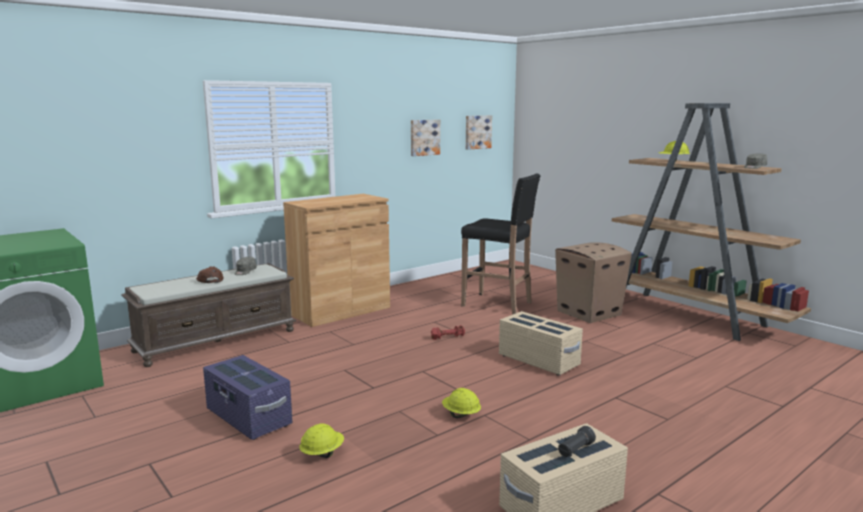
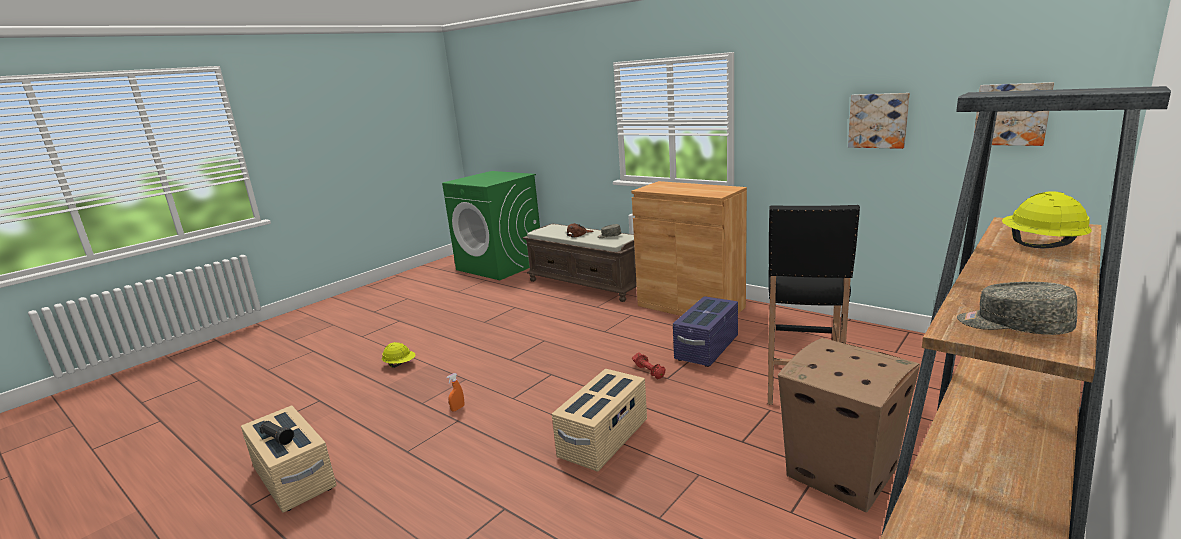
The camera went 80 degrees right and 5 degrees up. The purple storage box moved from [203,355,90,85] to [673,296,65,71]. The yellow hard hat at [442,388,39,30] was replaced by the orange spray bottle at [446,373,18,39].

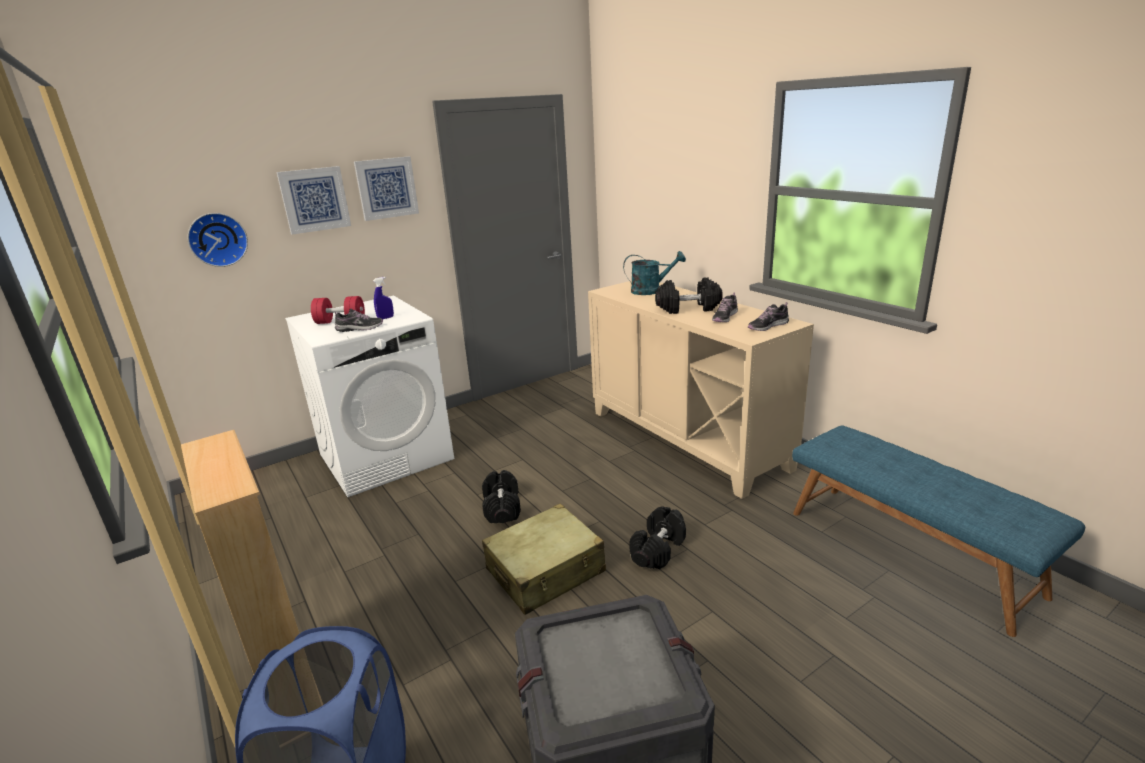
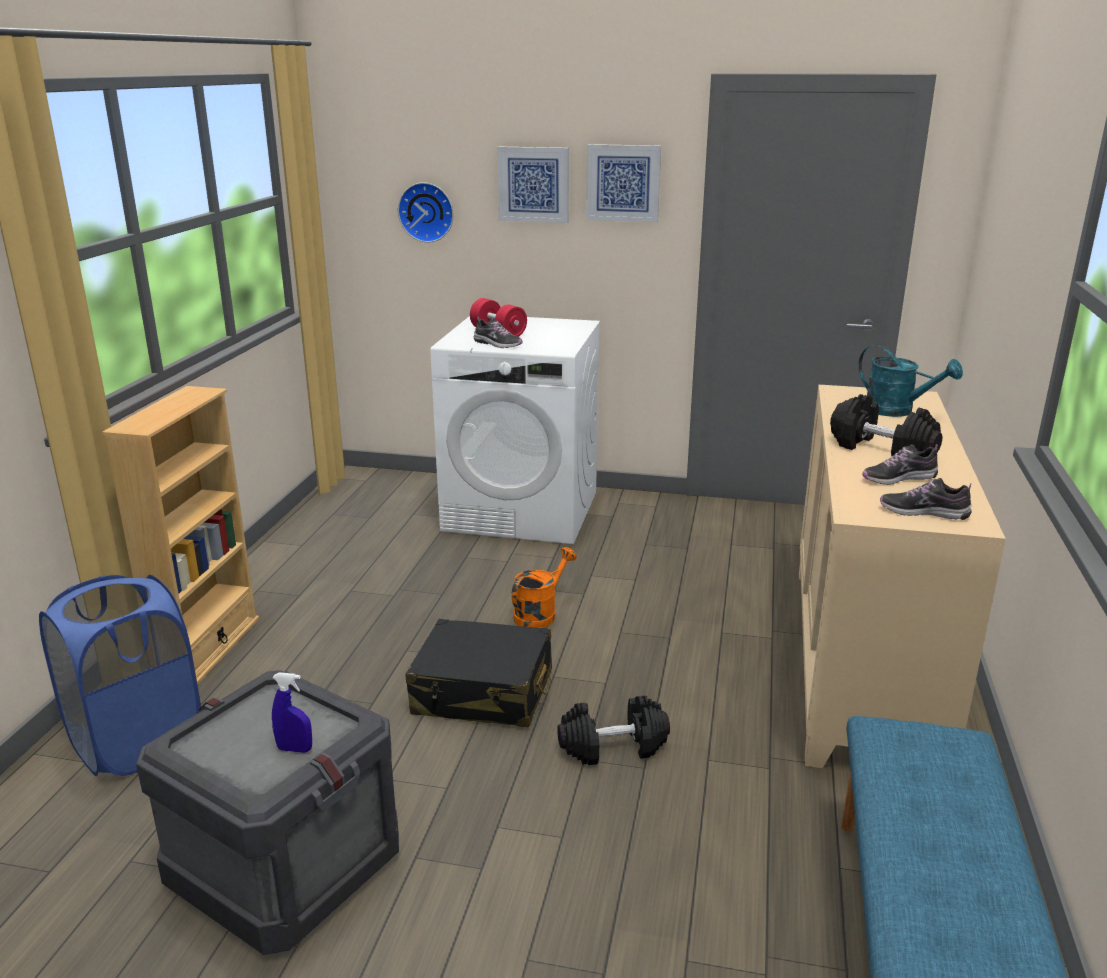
The camera went 45 degrees right and 0 degrees up. The blue spray bottle moved from [373,277,21,42] to [272,672,40,81]. The black dumbbell at [482,470,39,53] was replaced by the orange watering can at [512,547,65,81]. The beige suitcase at [482,504,124,111] became the black suitcase at [406,619,146,108].

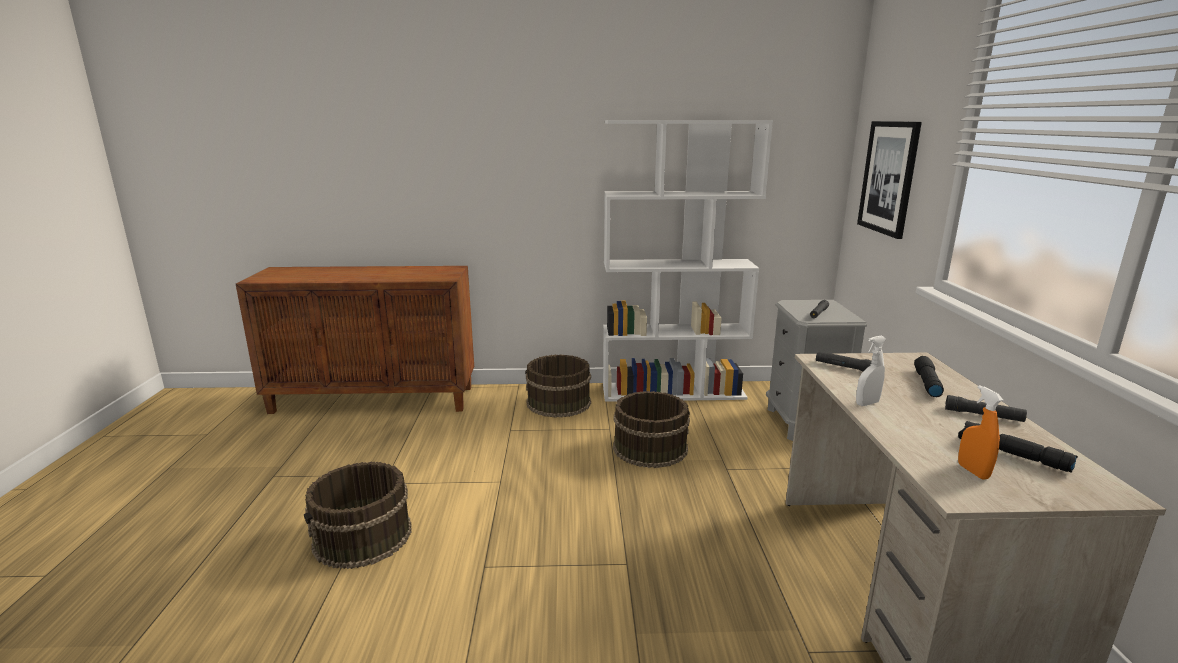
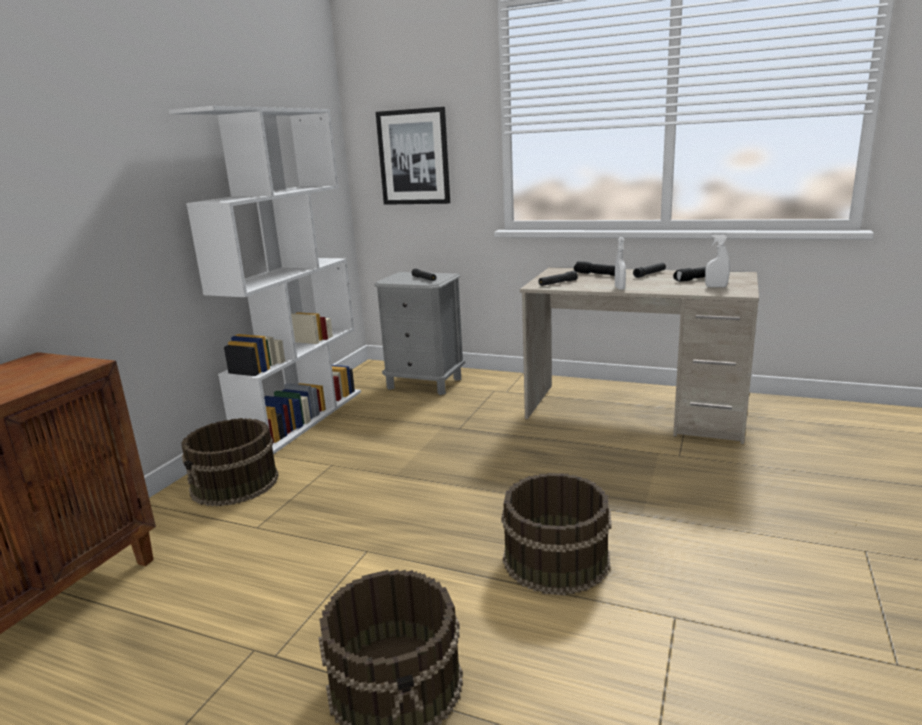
The camera went 65 degrees left and 0 degrees up. The brown bucket moved from [613,391,77,77] to [501,473,110,122]. The orange spray bottle at [958,385,45,95] became the white spray bottle at [705,235,25,52].

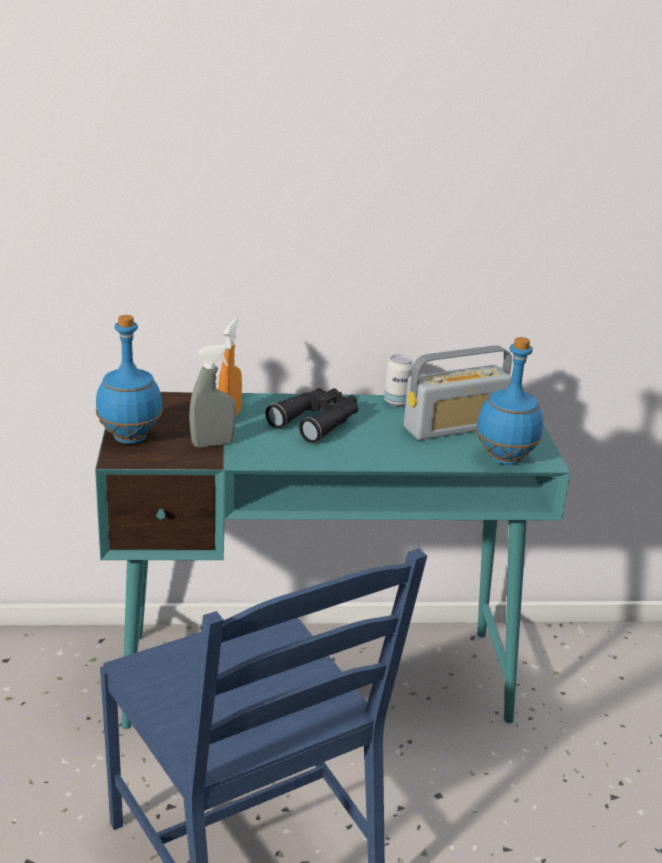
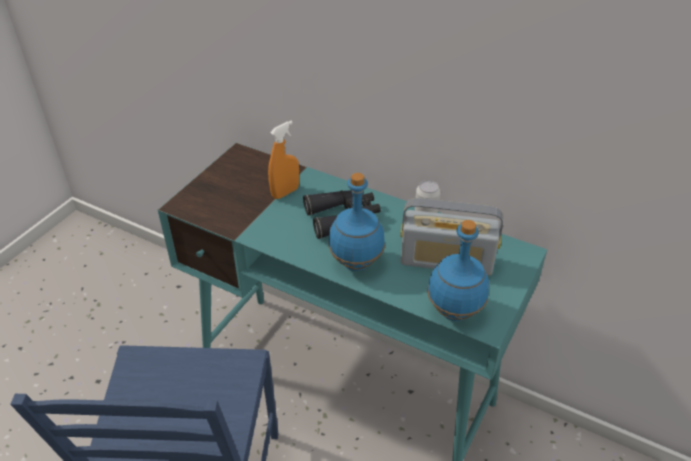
The camera went 35 degrees right and 15 degrees up. The grey spray bottle at [189,344,47,104] disappeared. The blue bottle moved from [96,315,67,129] to [329,173,56,98].

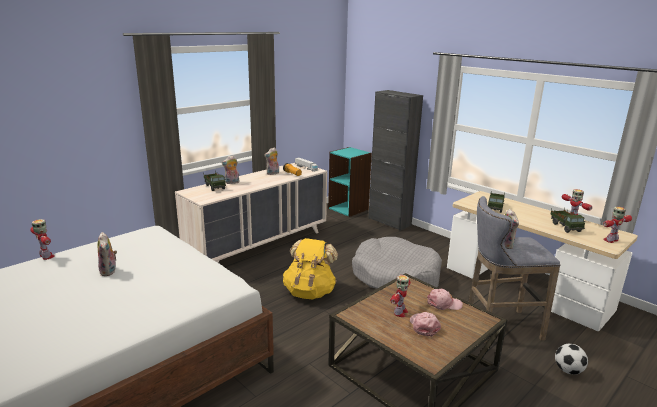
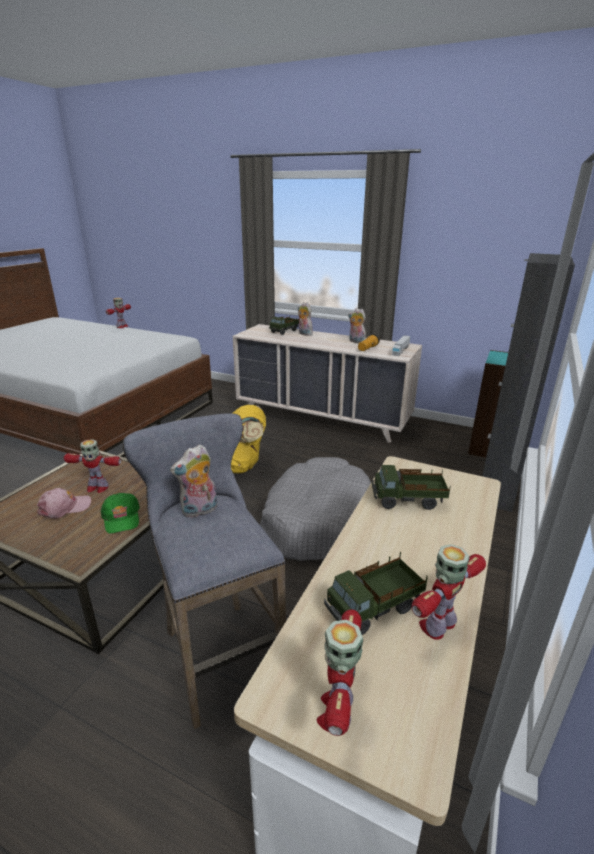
The camera went 70 degrees right and 5 degrees up. The plush toy at [97,232,20,44] disappeared. The football at [555,344,33,30] disappeared. The pink cap at [427,289,36,21] became the green cap at [100,493,40,41]. The toy robot at [603,207,29,36] turned 120 degrees counterclockwise.

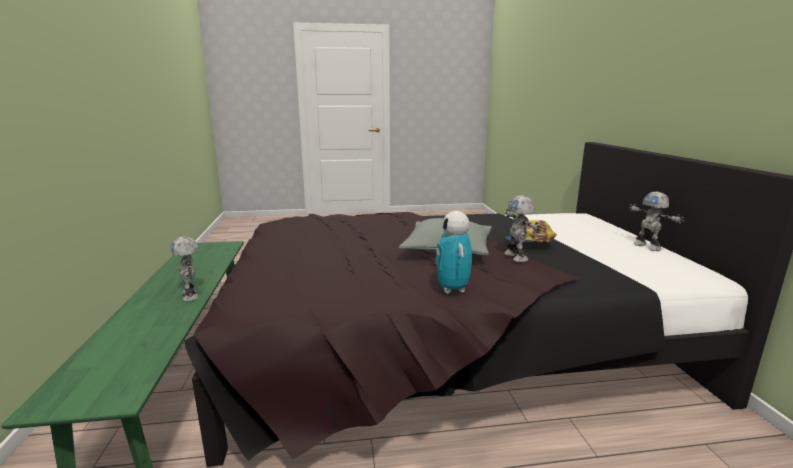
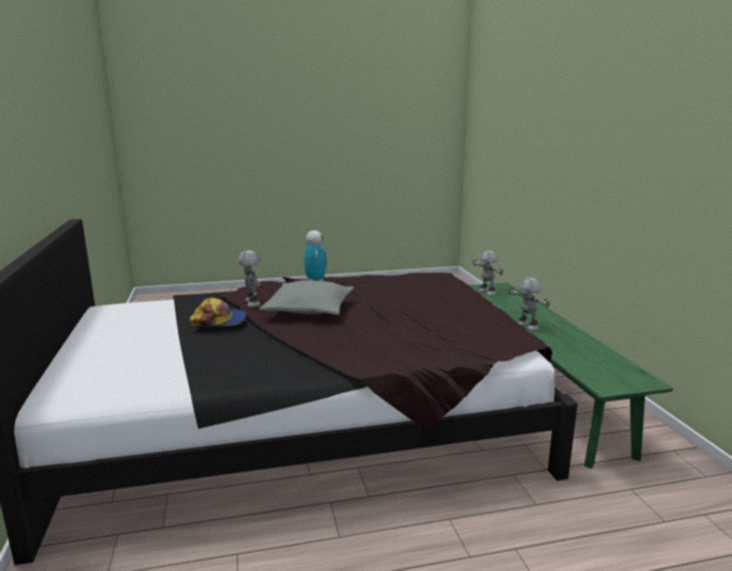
The camera went 175 degrees right and 0 degrees up. The toy robot moved from [629,192,55,59] to [472,250,31,45].

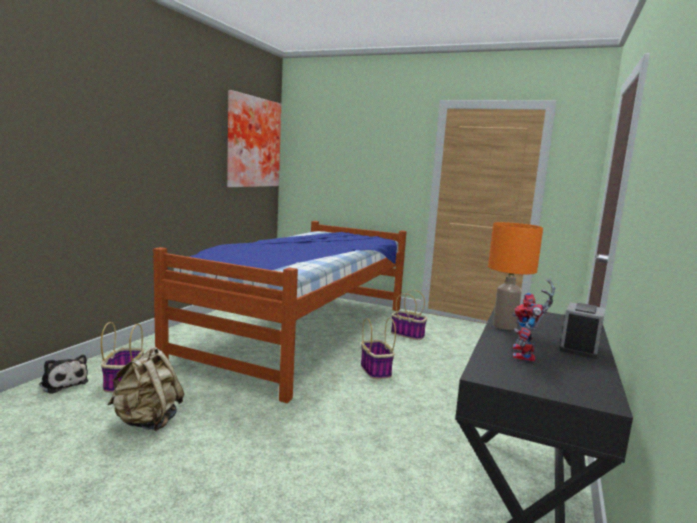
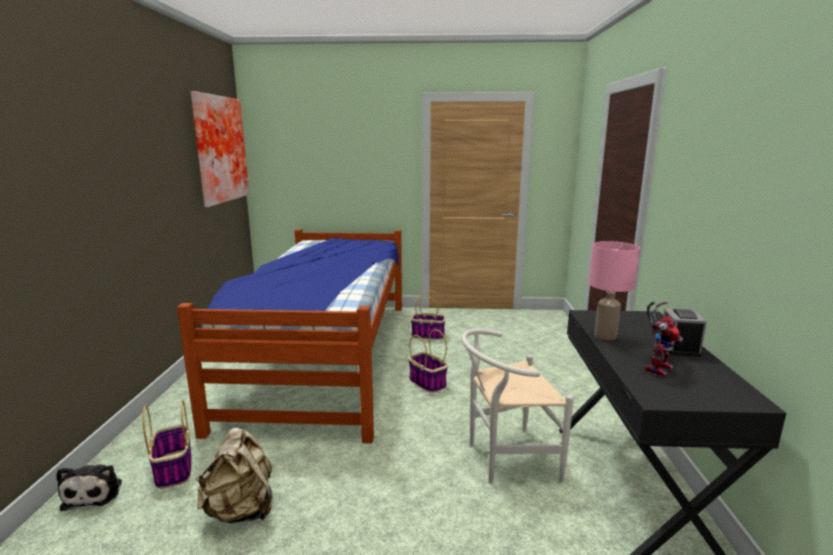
The camera went 20 degrees left and 5 degrees up. The white chair at [461,329,113,155] appeared. The orange table lamp at [488,222,55,108] became the pink table lamp at [589,241,51,99]. The plush toy at [39,355,49,39] turned 60 degrees clockwise. The toy robot at [513,279,42,83] turned 135 degrees counterclockwise.

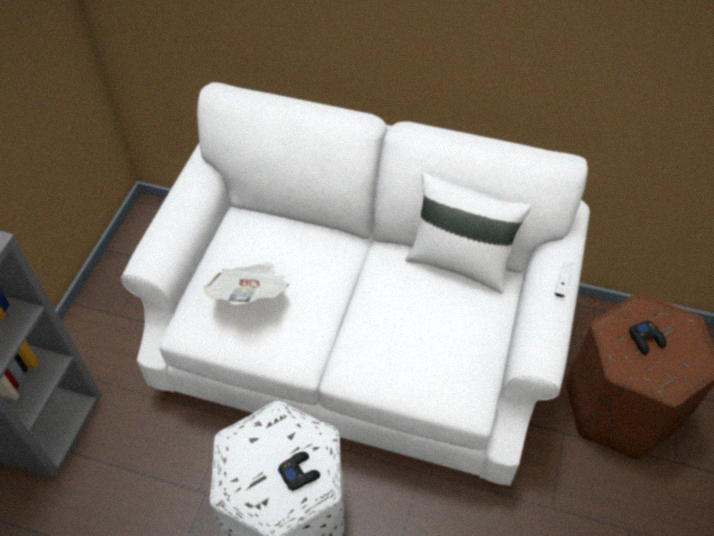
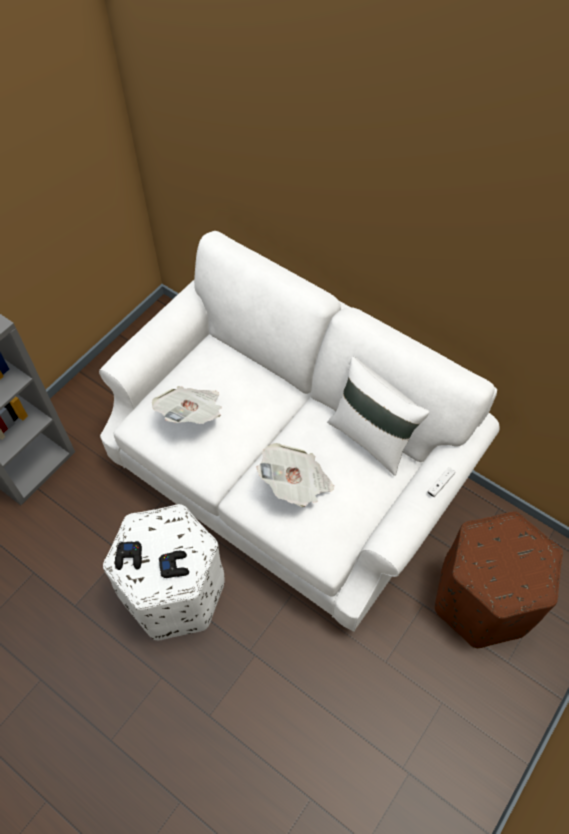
The camera went 20 degrees right and 5 degrees up. The newspaper at [257,443,77,64] appeared. The black game controller moved from [629,320,37,35] to [115,541,27,29].

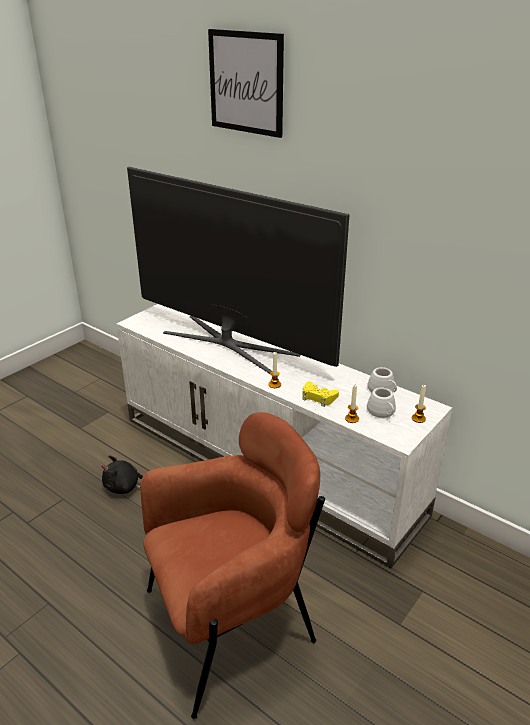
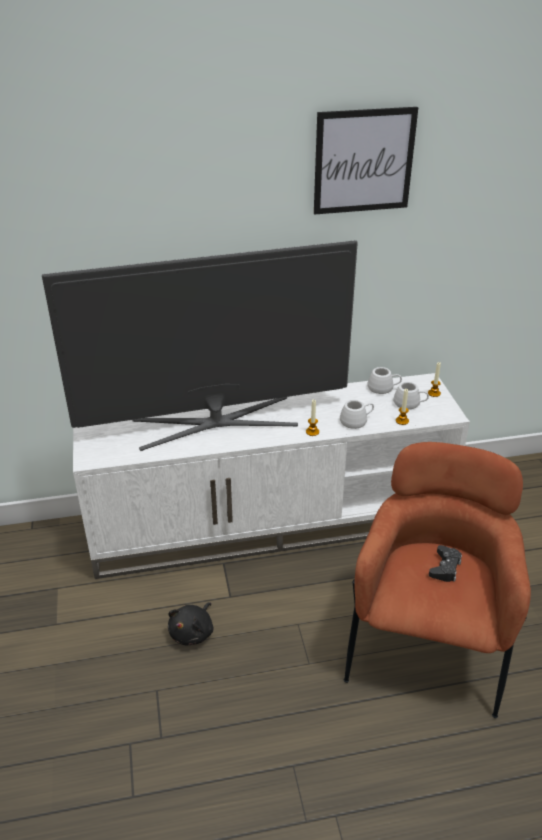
The camera went 50 degrees left and 5 degrees up. The black game controller at [429,545,33,37] appeared. The picture moved from [208,29,76,109] to [314,107,104,108]. The yellow game controller at [302,382,37,25] was replaced by the white mug at [340,400,34,29].

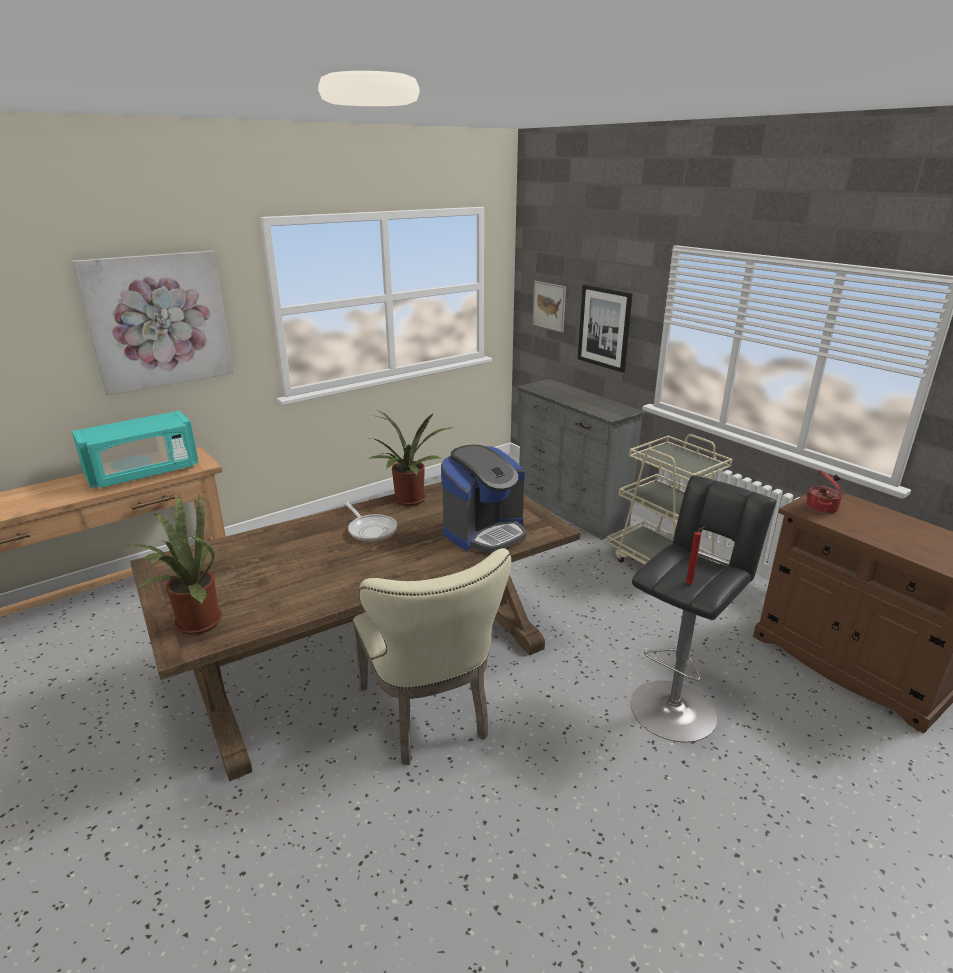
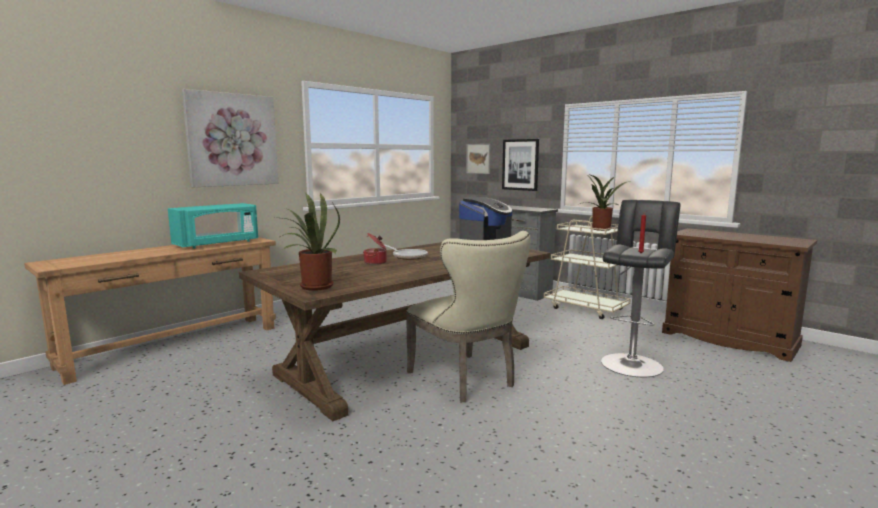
The camera went 10 degrees left and 15 degrees down. The potted plant moved from [366,410,85,96] to [579,174,52,57]. The cooking pot moved from [806,469,38,45] to [363,233,24,32].

